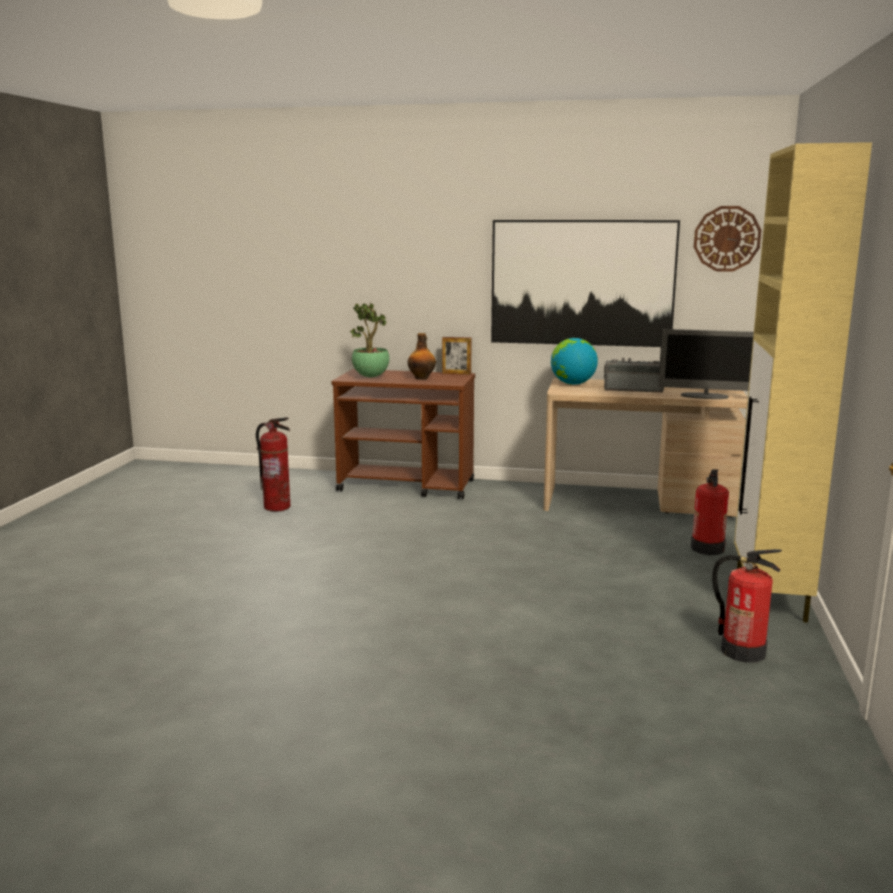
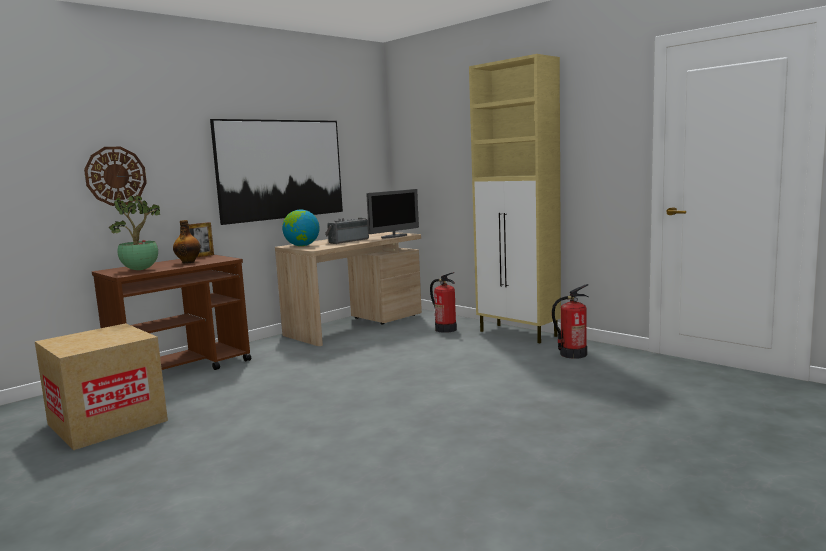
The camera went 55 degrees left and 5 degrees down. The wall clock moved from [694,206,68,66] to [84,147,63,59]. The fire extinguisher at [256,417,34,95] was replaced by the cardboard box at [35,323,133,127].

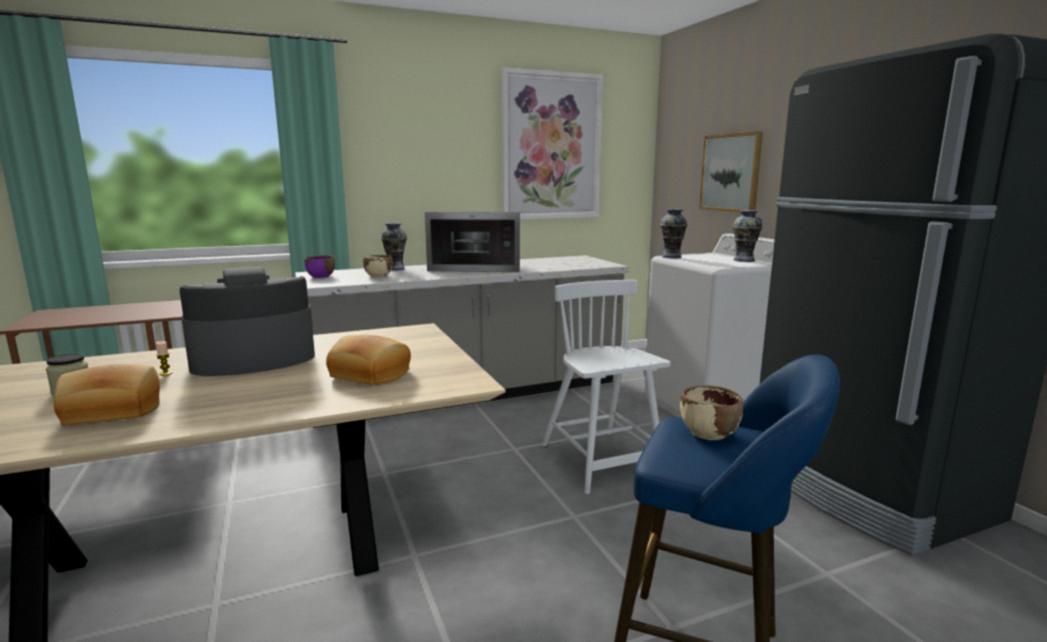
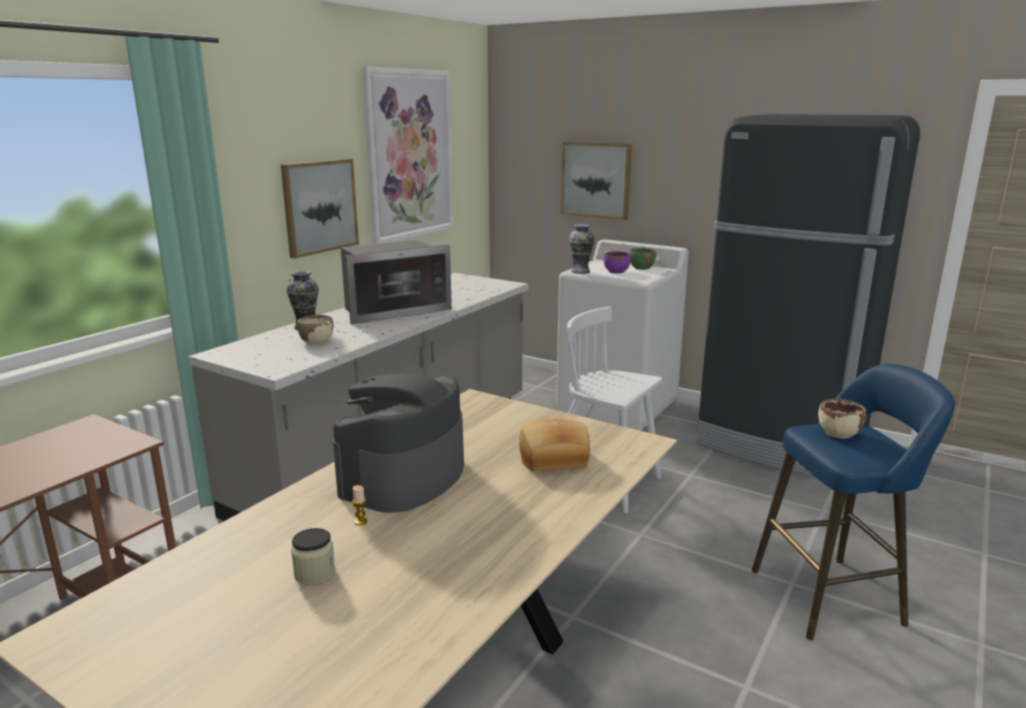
The camera went 35 degrees left and 5 degrees up. The bread at [54,364,106,62] disappeared. The picture at [281,159,78,100] appeared. The purple bowl moved from [304,255,31,23] to [604,251,27,23]. The vase at [732,210,30,52] was replaced by the green bowl at [629,248,27,22].

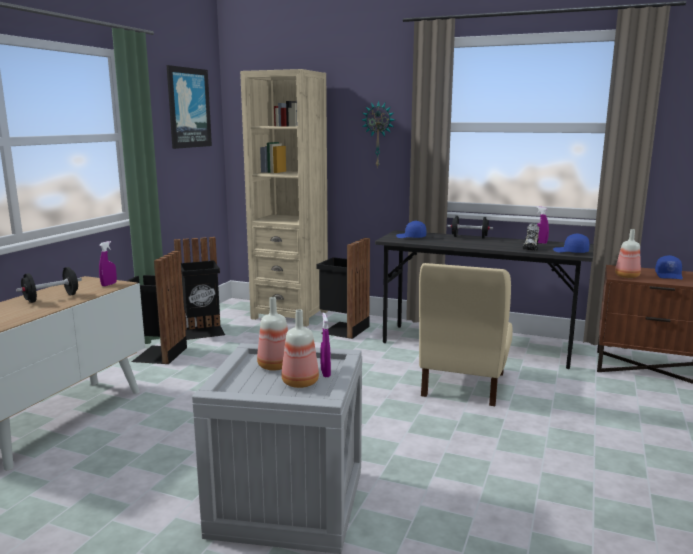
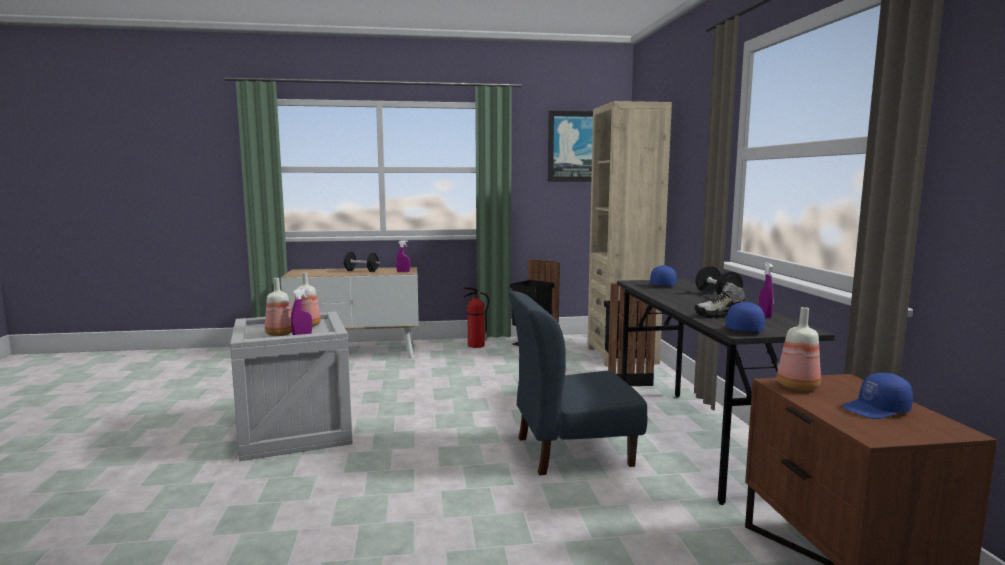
The camera went 60 degrees right and 5 degrees down. The wall clock at [362,101,33,67] disappeared. The black trash can at [127,251,60,113] was replaced by the fire extinguisher at [463,287,26,61]. The beige chair at [419,263,94,143] became the blue chair at [509,291,138,184].

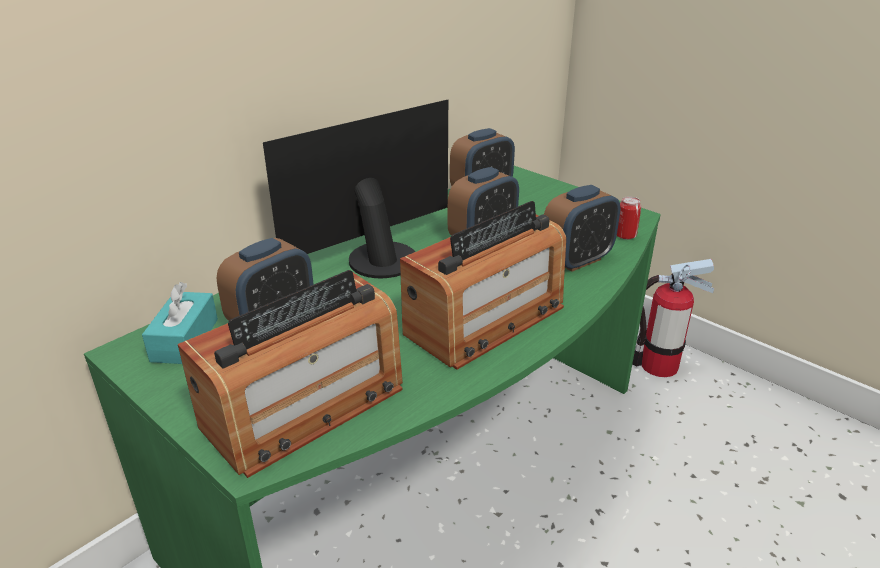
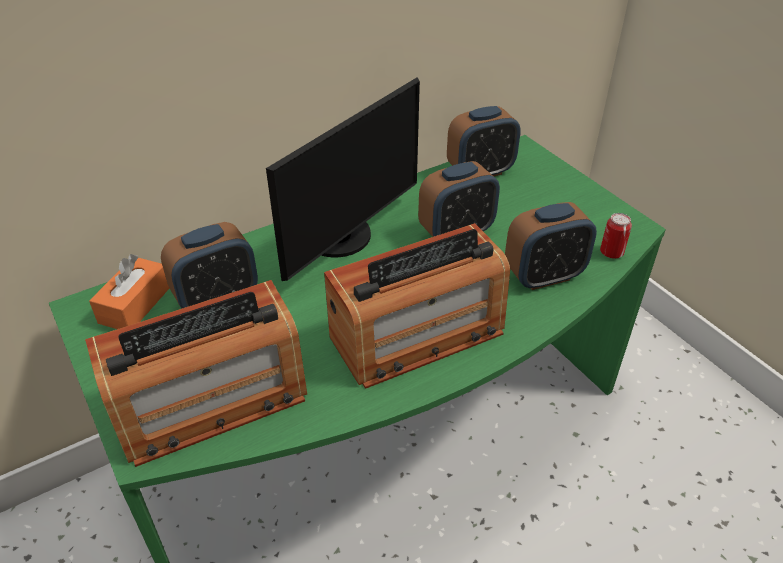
The camera went 15 degrees right and 10 degrees up. The fire extinguisher at [632,259,82,118] disappeared. The turquoise tissue box at [142,282,76,82] became the orange tissue box at [89,254,80,75]. The monitor at [263,100,185,178] turned 150 degrees clockwise.

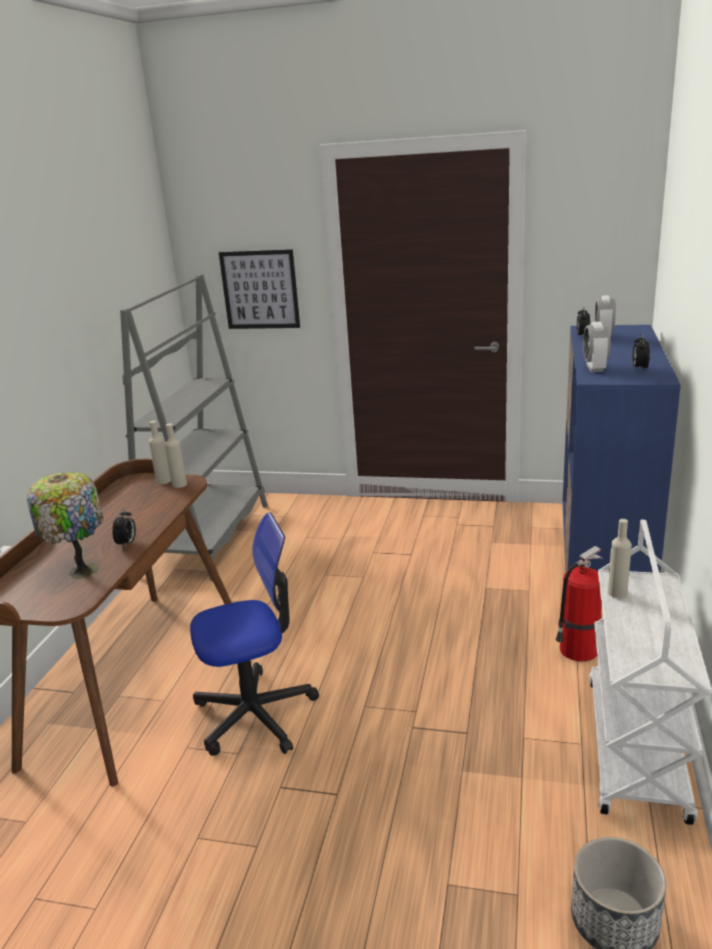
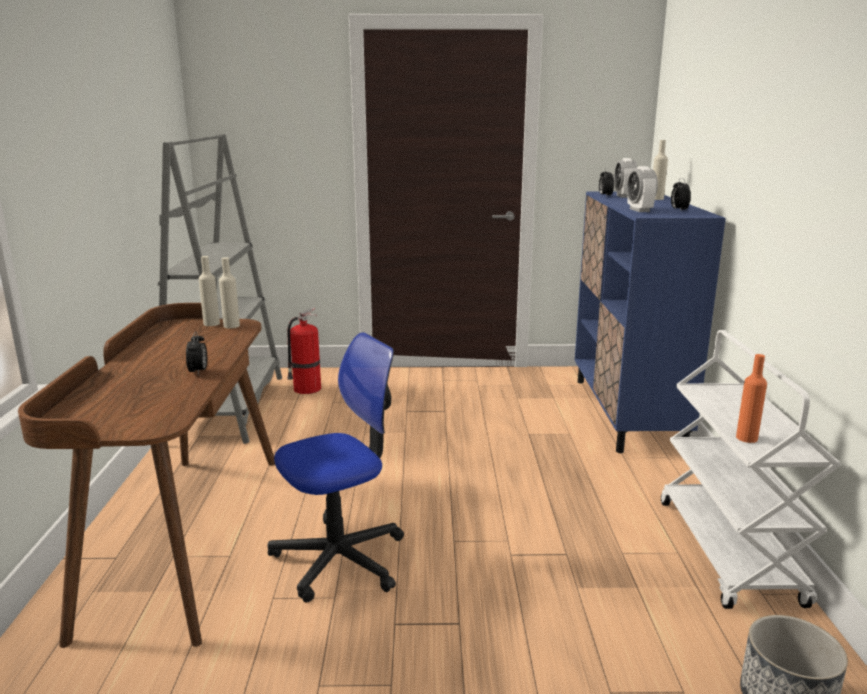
The camera went 15 degrees left and 5 degrees down. The table lamp at [27,472,76,108] disappeared. The picture at [219,249,81,80] disappeared. The orange bottle at [736,354,31,89] appeared. The fire extinguisher moved from [555,546,48,116] to [287,307,34,87]. The beige bottle moved from [608,519,24,79] to [653,140,15,60].

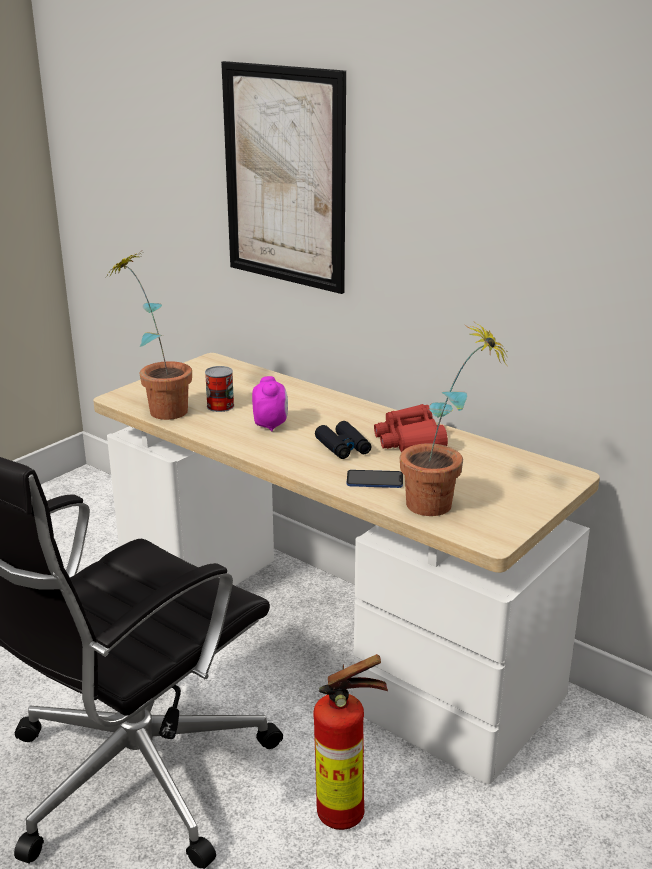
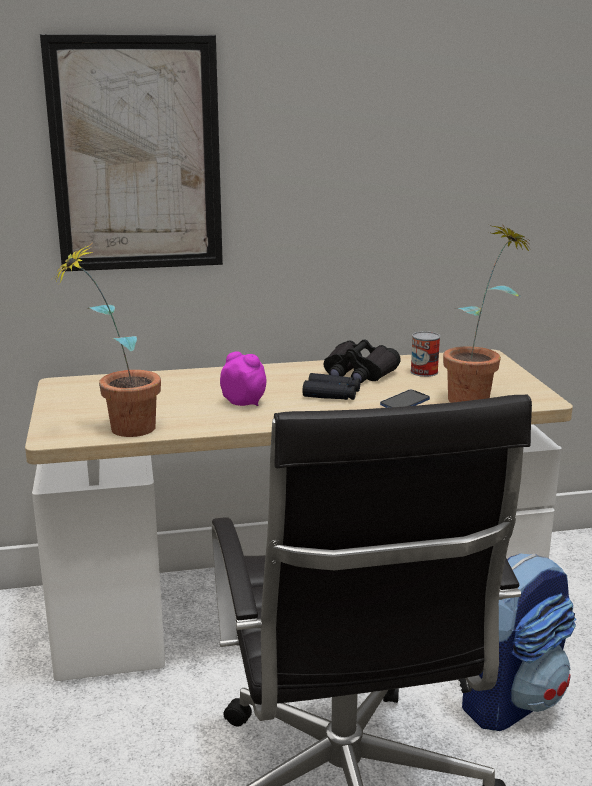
The camera went 50 degrees left and 5 degrees down. The can moved from [205,366,29,46] to [410,331,30,46]. The fire extinguisher at [314,654,74,176] was replaced by the backpack at [462,554,114,177]. The red binoculars at [374,404,74,48] became the black binoculars at [323,339,78,44].

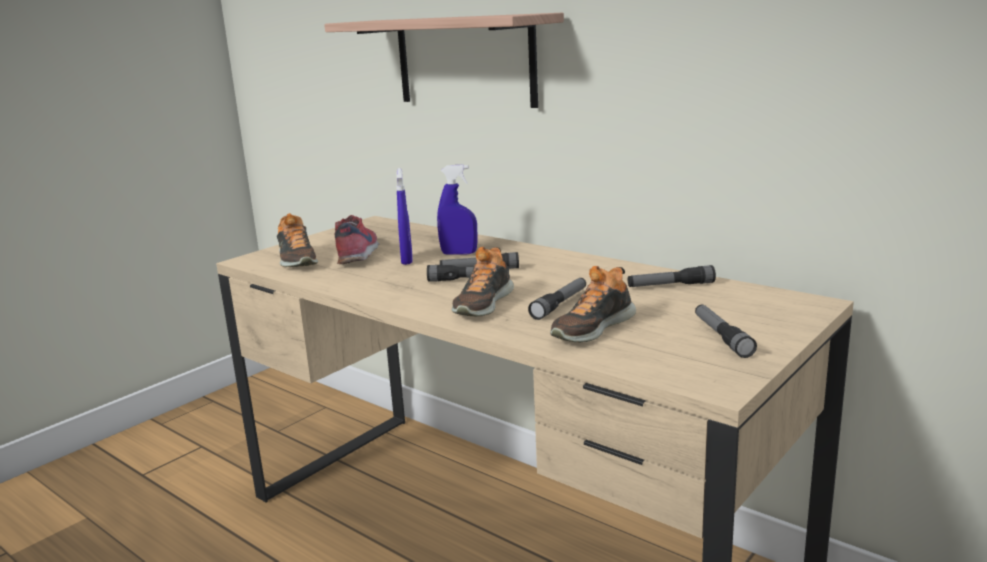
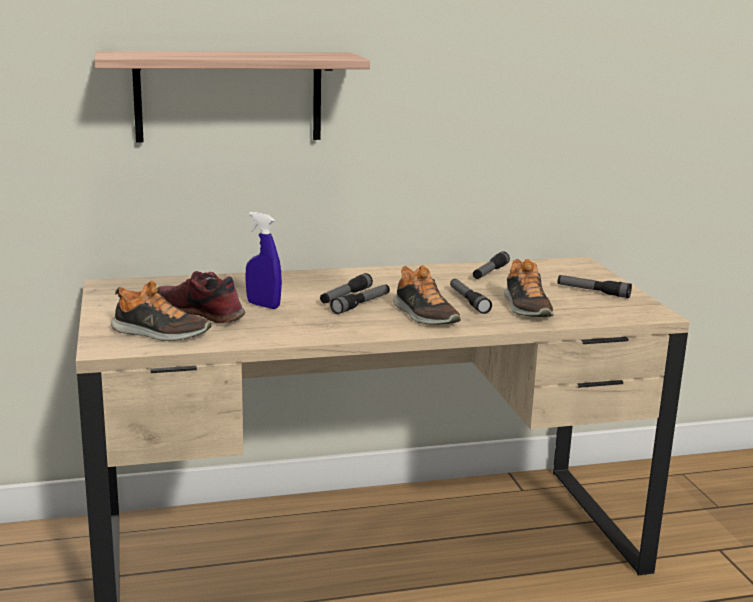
The camera went 55 degrees left and 0 degrees up. The blue spray bottle at [437,164,41,90] disappeared.

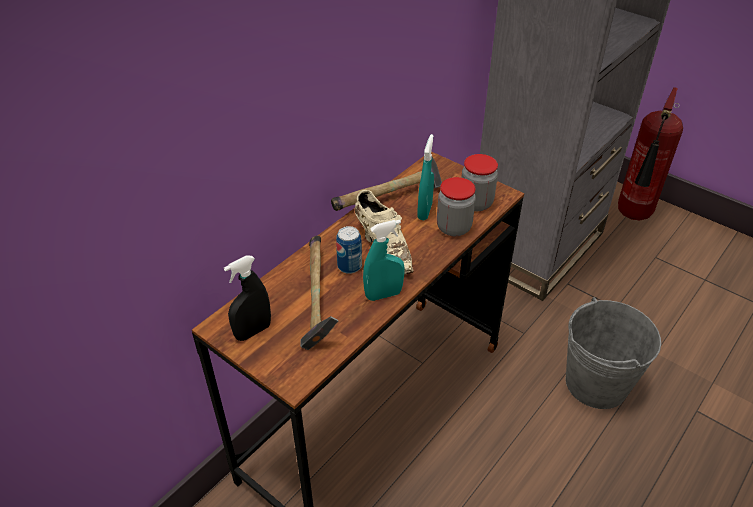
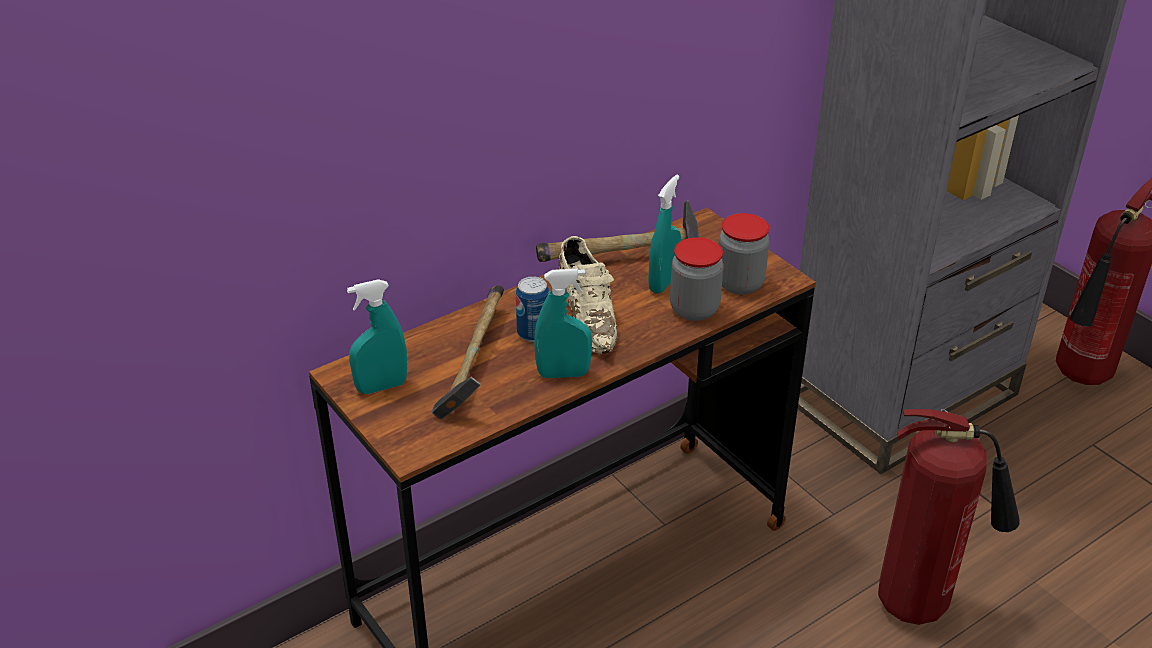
The camera went 15 degrees right and 5 degrees down. The grey bucket at [566,297,95,112] was replaced by the fire extinguisher at [878,409,142,216]. The black spray bottle at [224,256,47,85] became the turquoise spray bottle at [347,279,60,115].

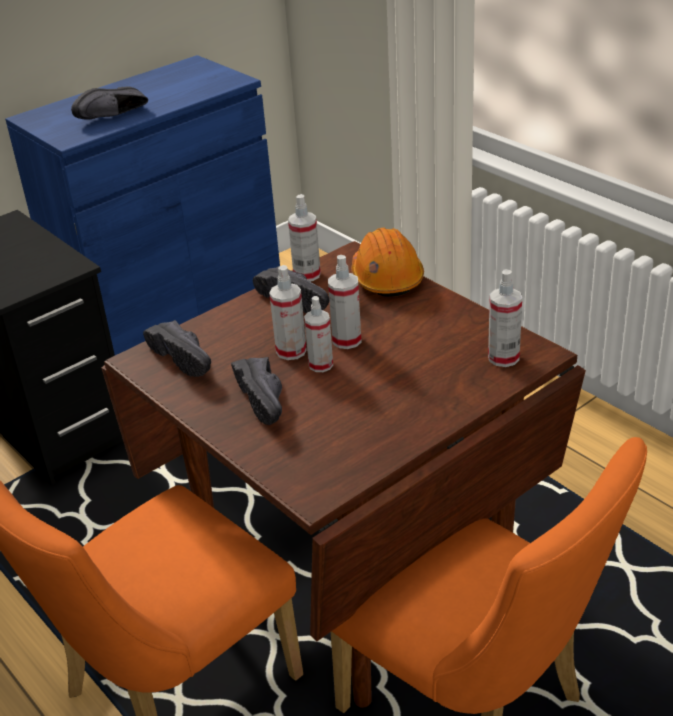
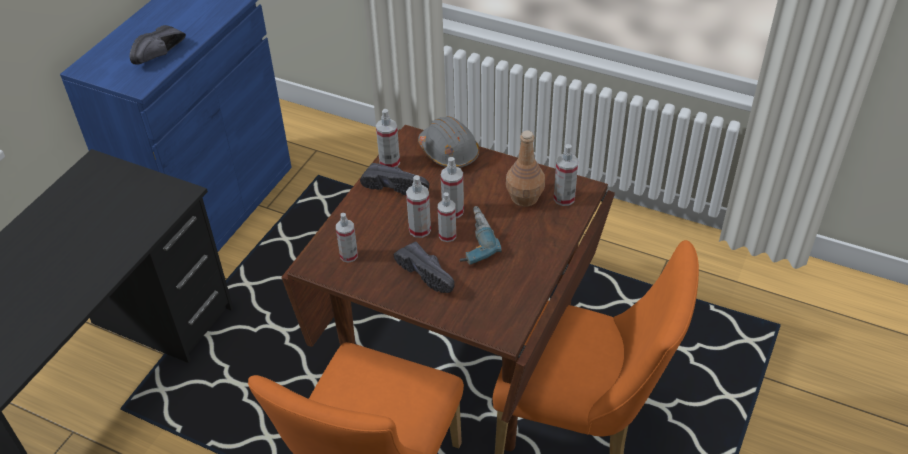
The camera went 25 degrees left and 10 degrees up. The power drill at [460,206,42,59] appeared. The brown bottle at [506,130,39,77] appeared. The black shoe at [143,320,68,57] was replaced by the spray bottle at [336,213,22,50]. The orange hard hat at [351,227,73,70] became the grey hard hat at [418,116,61,52].

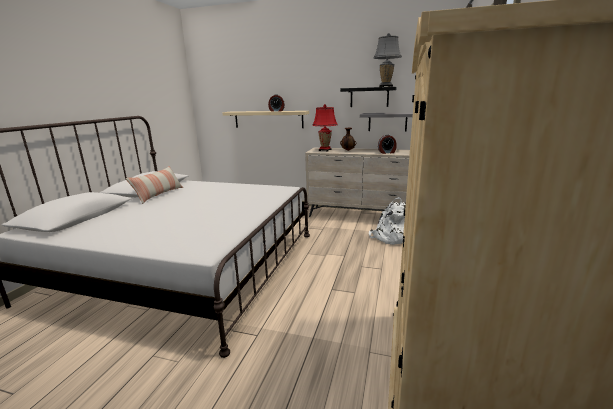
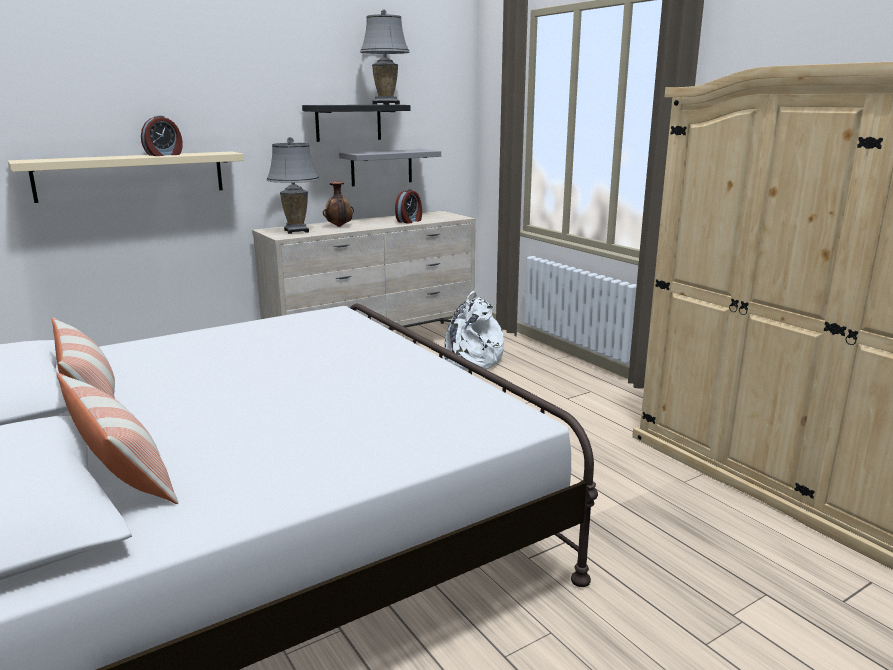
The camera went 50 degrees left and 0 degrees up. The pillow at [57,373,121,131] appeared. The red table lamp at [313,104,25,47] became the grey table lamp at [267,137,52,97].

